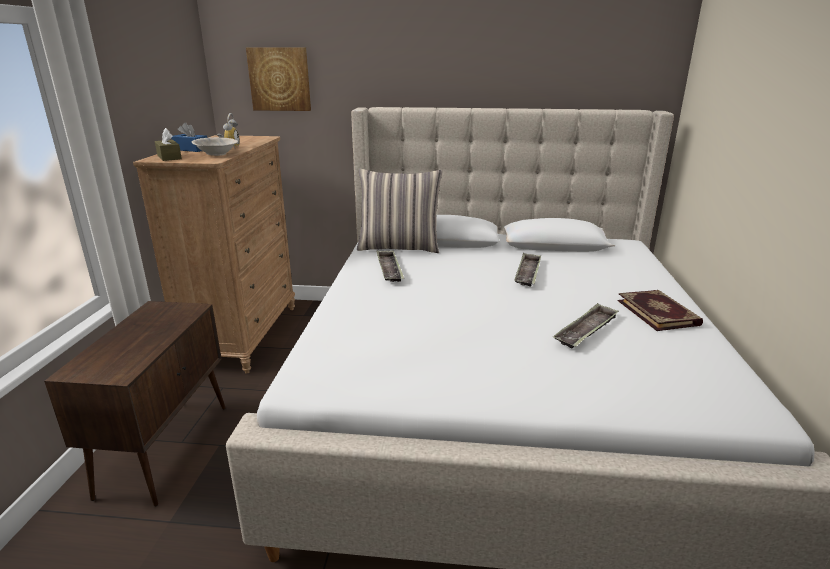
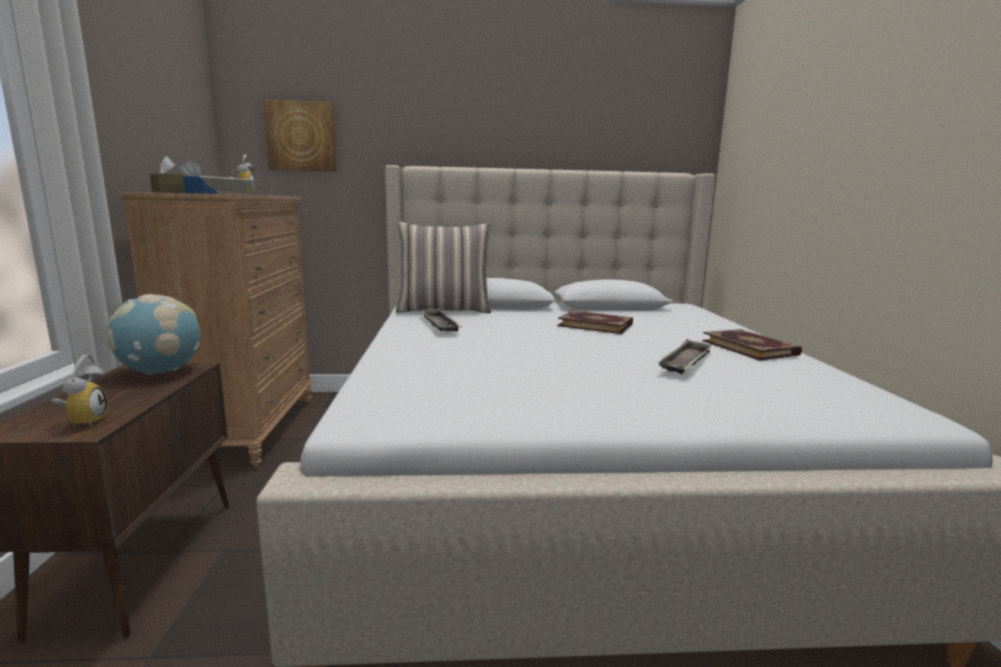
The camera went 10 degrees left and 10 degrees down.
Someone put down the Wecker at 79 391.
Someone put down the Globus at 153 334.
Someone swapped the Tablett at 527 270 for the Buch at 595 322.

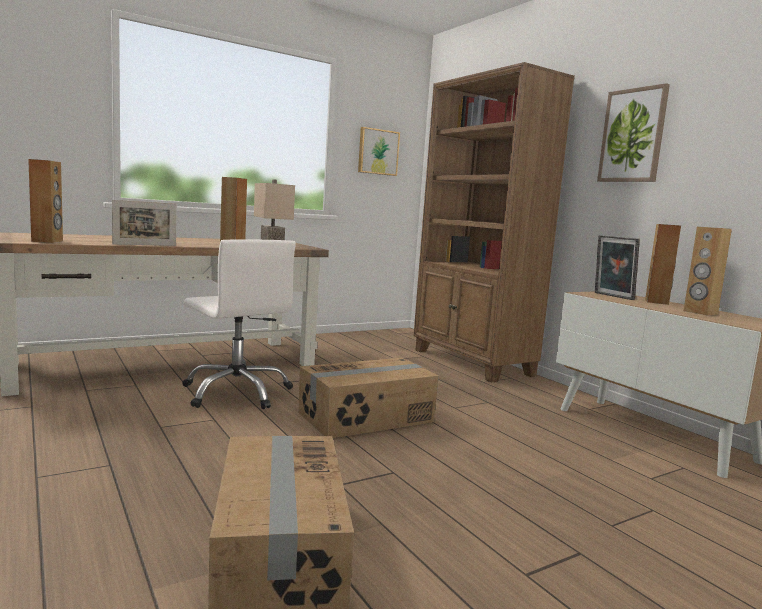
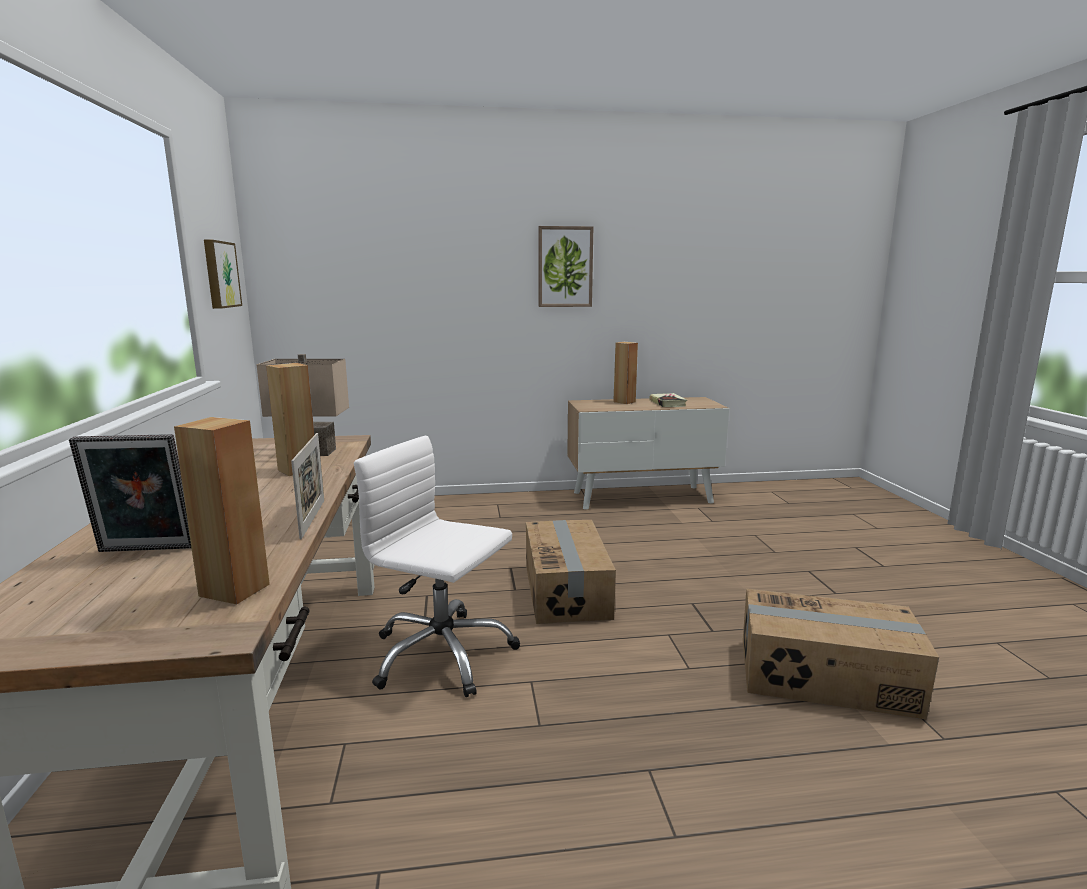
The camera went 65 degrees left and 5 degrees up.
Someone took away the Bücherregal/braun at 494 222.
Someone carried the Bilderrahmen from 617 267 to 130 493.
Someone swapped the Lautsprecher/braun at 708 271 for the Buch at 668 400.
Someone rotated the Bürostuhl/weiß at 239 324 by 135 degrees counterclockwise.

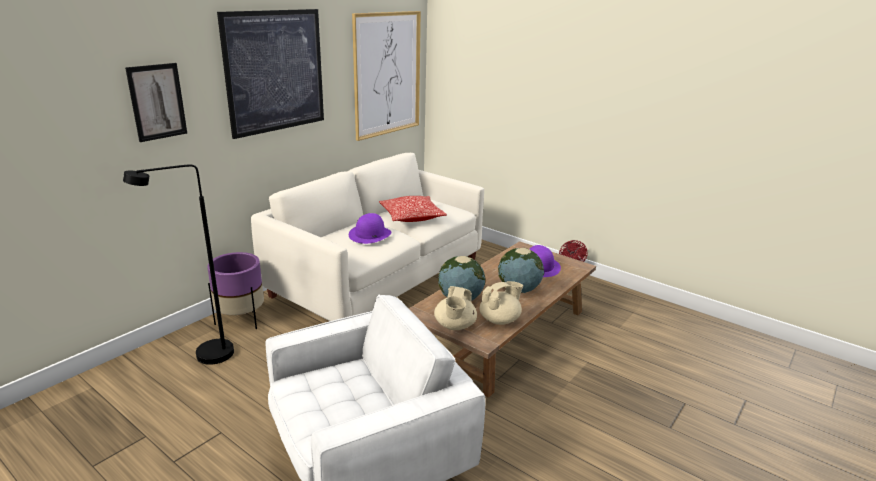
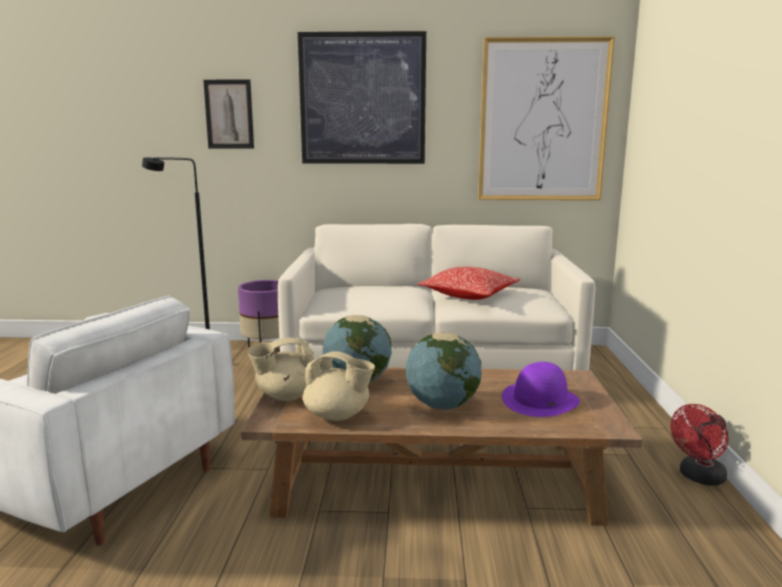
The camera went 55 degrees right and 10 degrees down.
Someone took away the Hut/lila at 370 228.

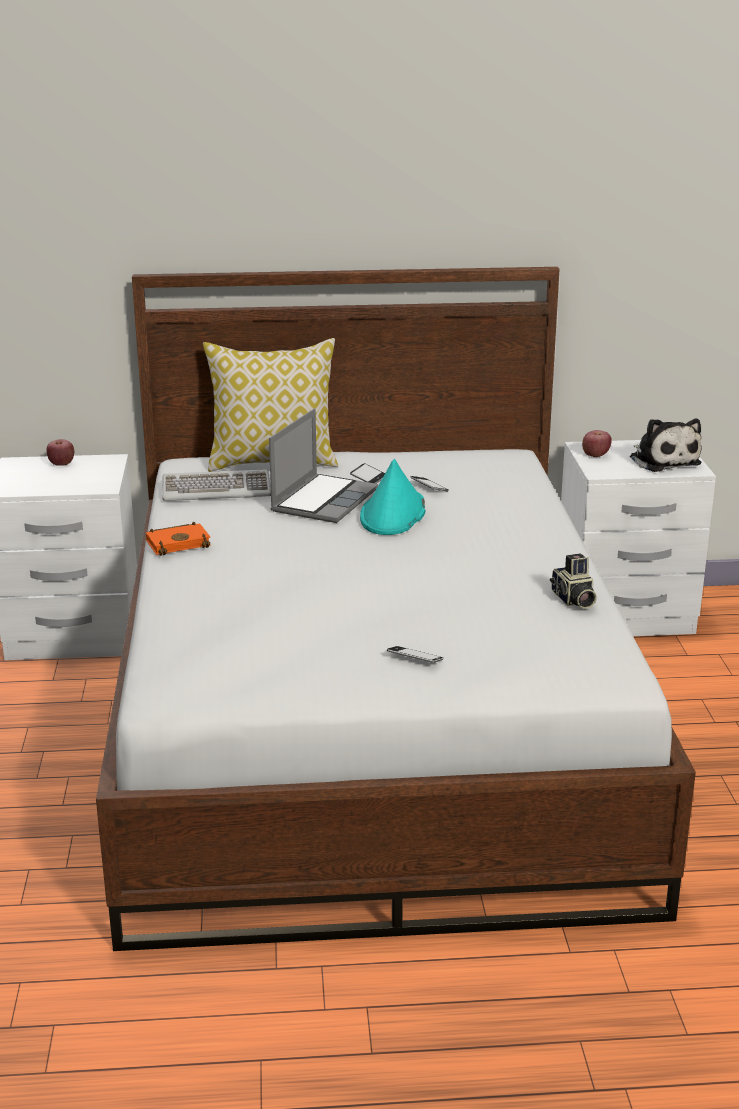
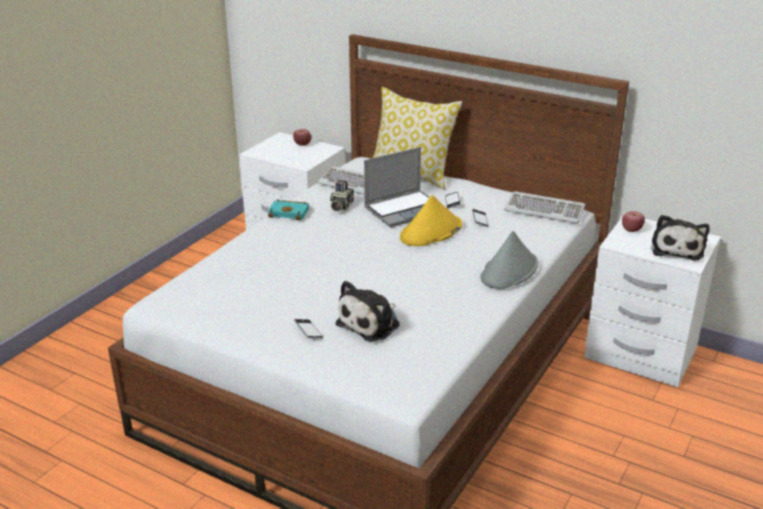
The camera went 35 degrees right and 5 degrees up.
Someone put down the Plüschtier at 368 311.
Someone put down the Hut/grau at 509 260.
Someone put down the Tastatur at 545 207.
Someone carried the Kamera from 573 581 to 342 196.
Someone repainted the Buch/orange at 178 539, which became the Buch/türkis at 288 209.
Someone repainted the Hut/türkis at 393 497, which became the Hut/gelb at 431 220.

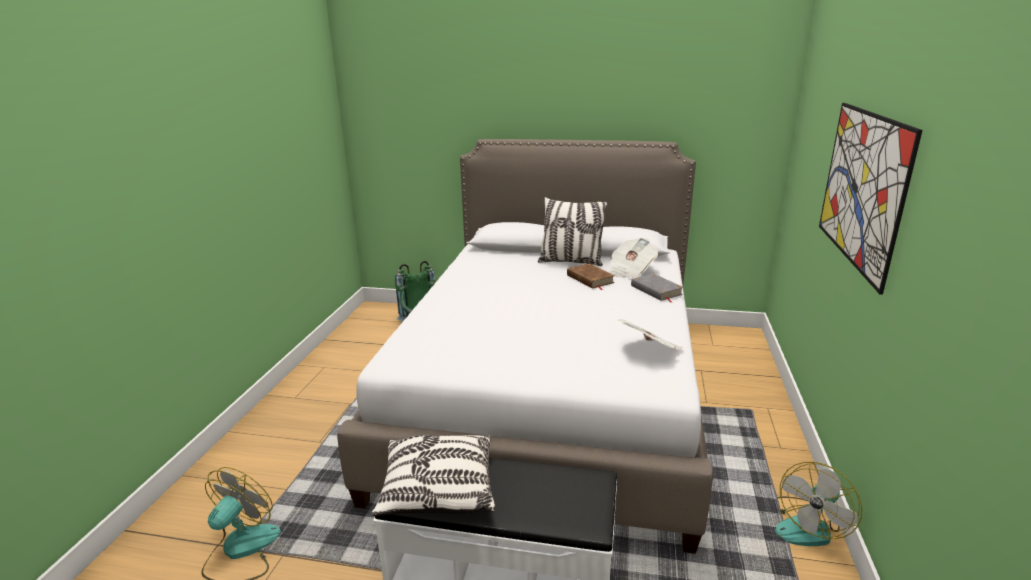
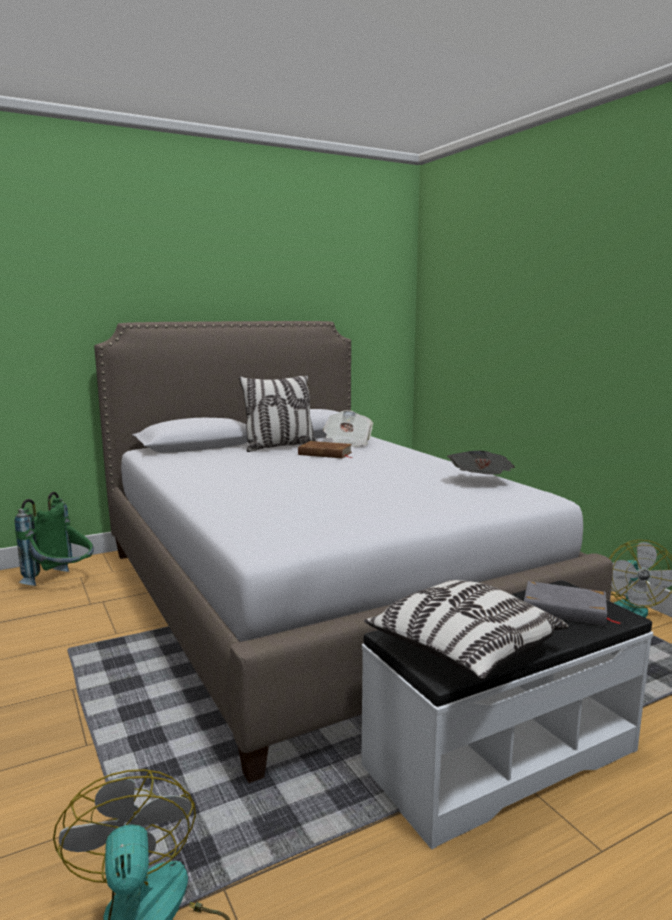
The camera went 40 degrees left and 10 degrees down.
Someone took away the Bild at 870 199.
Someone carried the Buch/grau from 657 288 to 572 603.

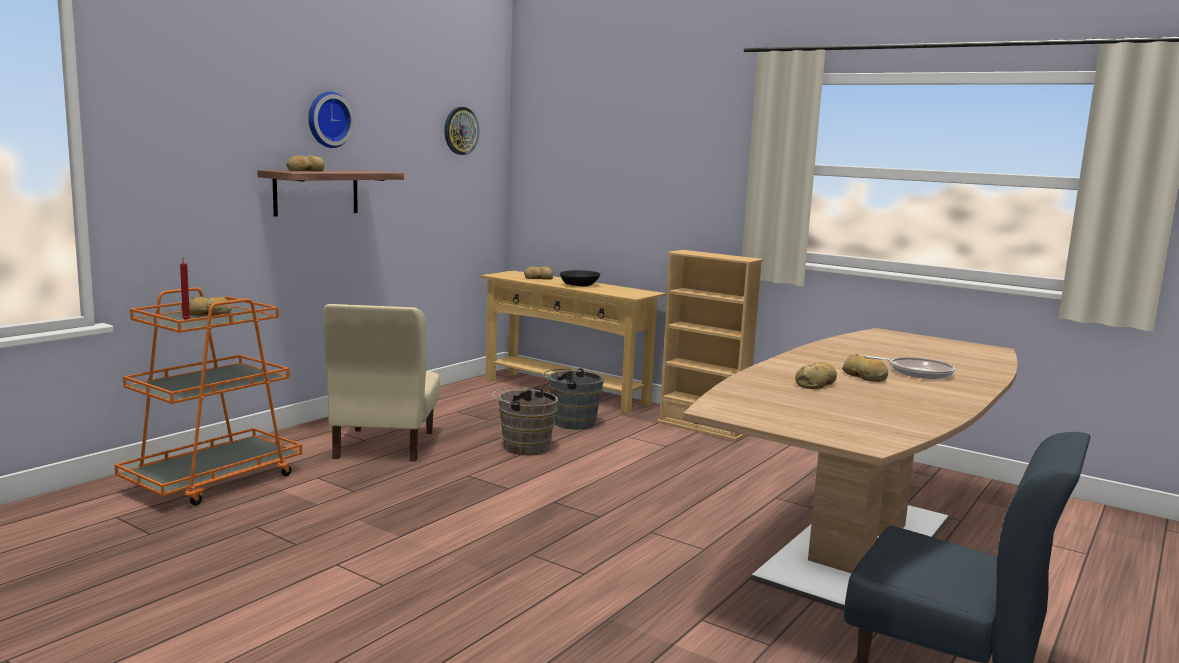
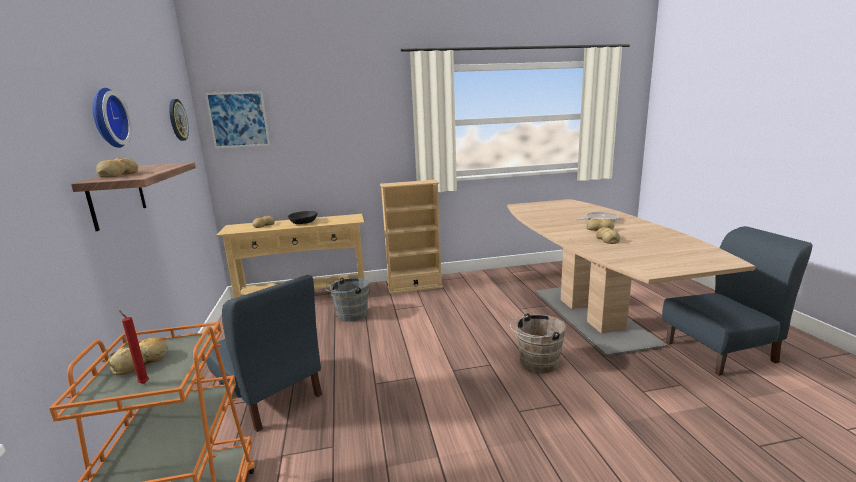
The camera went 45 degrees left and 5 degrees up.
Someone put up the Bild at 237 119.
Someone carried the Eimer/braun from 525 421 to 538 343.
Someone repainted the Stuhl/beige at 381 383, which became the Stuhl/blau at 264 353.

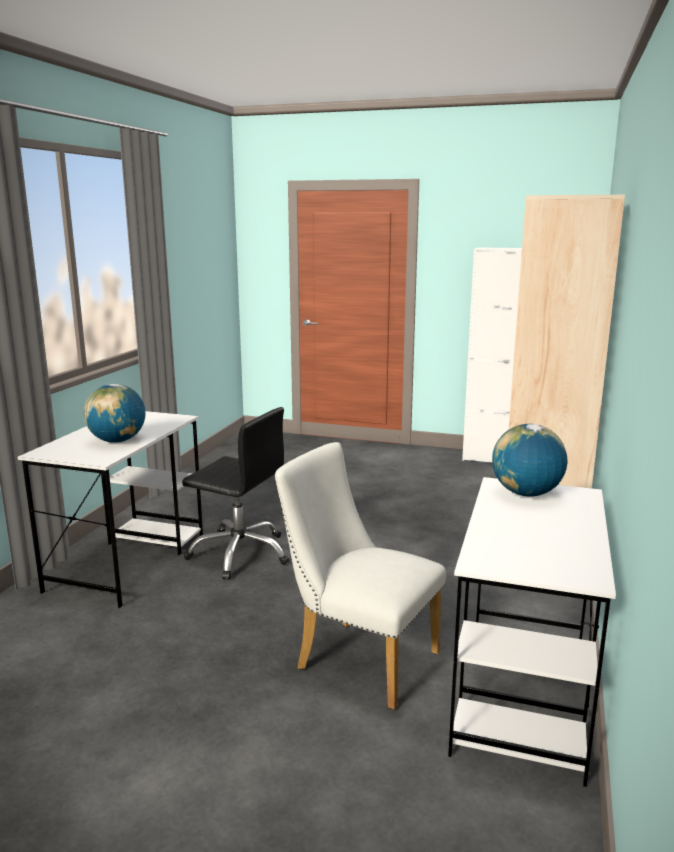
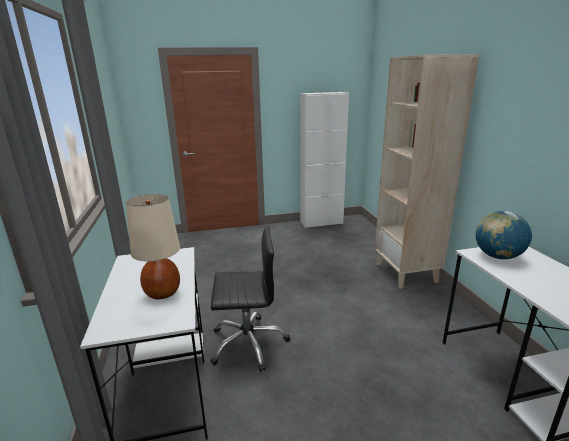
The camera went 30 degrees left and 5 degrees up.
Someone took away the Stuhl/weiß at 360 575.
Someone swapped the Globus at 115 413 for the Tischlampe/beige at 153 246.

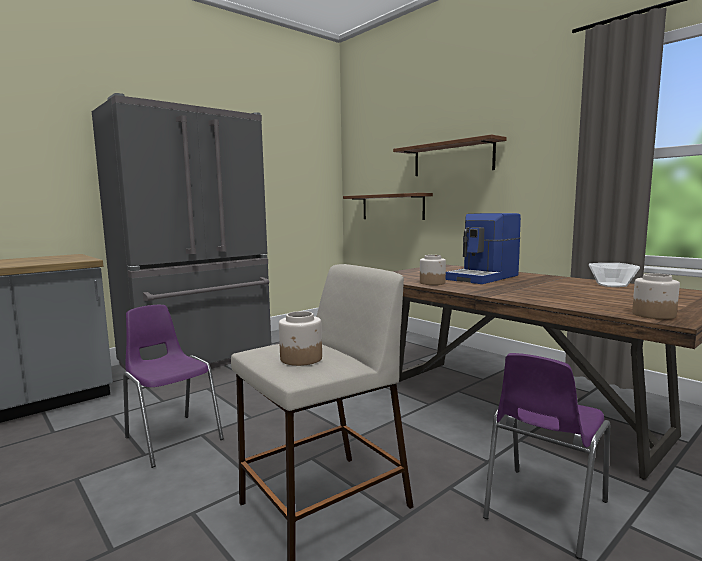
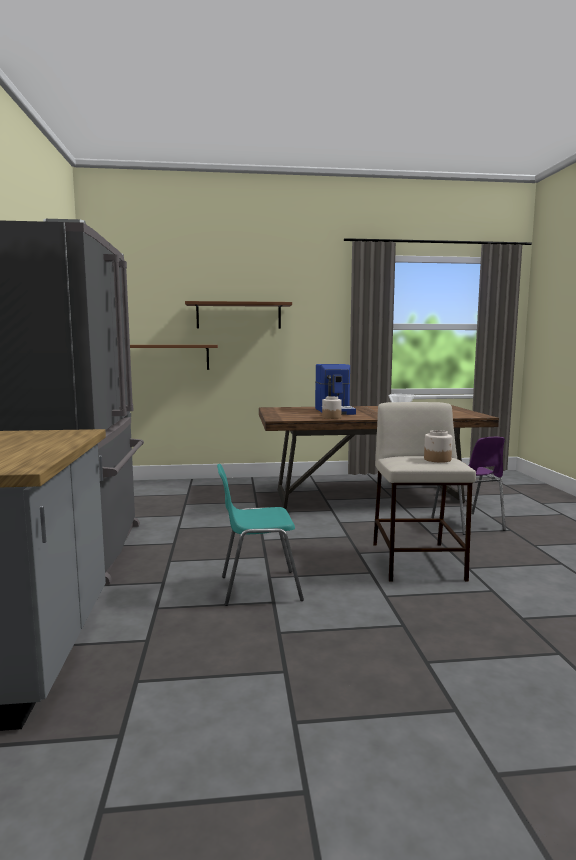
The camera went 55 degrees left and 0 degrees up.
Someone took away the Vorratsglas at 656 296.
Someone repainted the Stuhl/lila at 173 386, which became the Stuhl/türkis at 260 535.

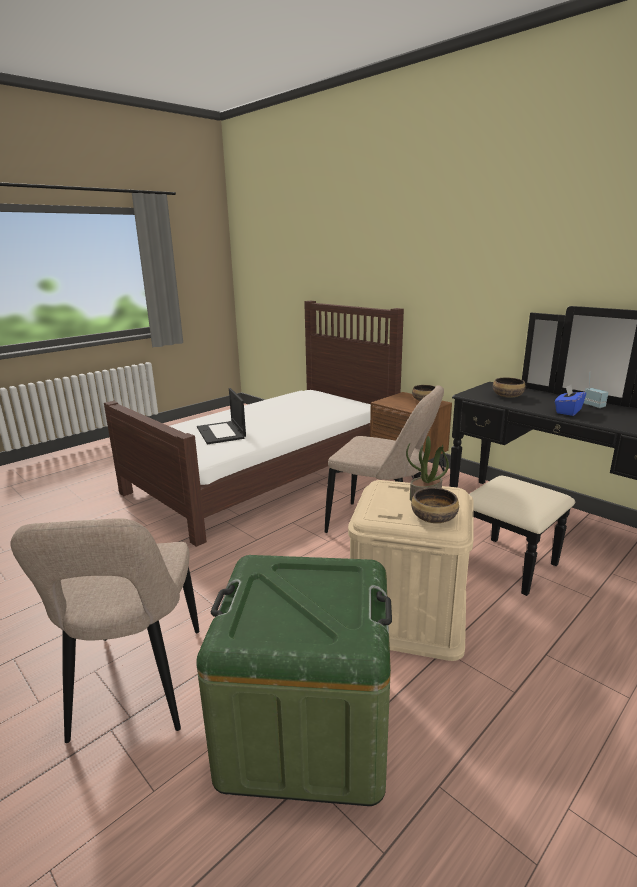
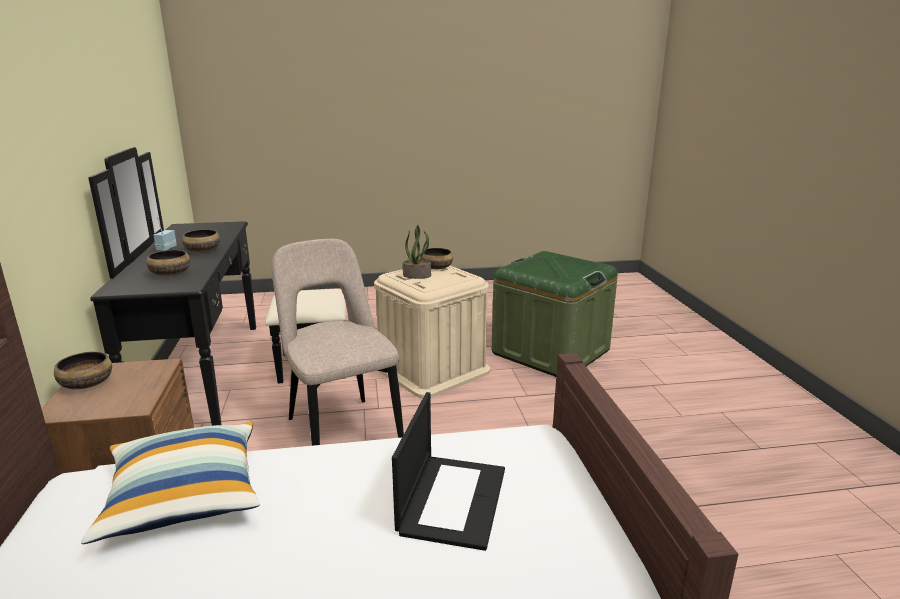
The camera went 145 degrees left and 0 degrees up.
Someone took away the Stuhl/beige at 104 630.
Someone put down the Kissen at 170 483.
Someone swapped the Taschentuchbox/blau at 570 400 for the Schüssel at 201 240.

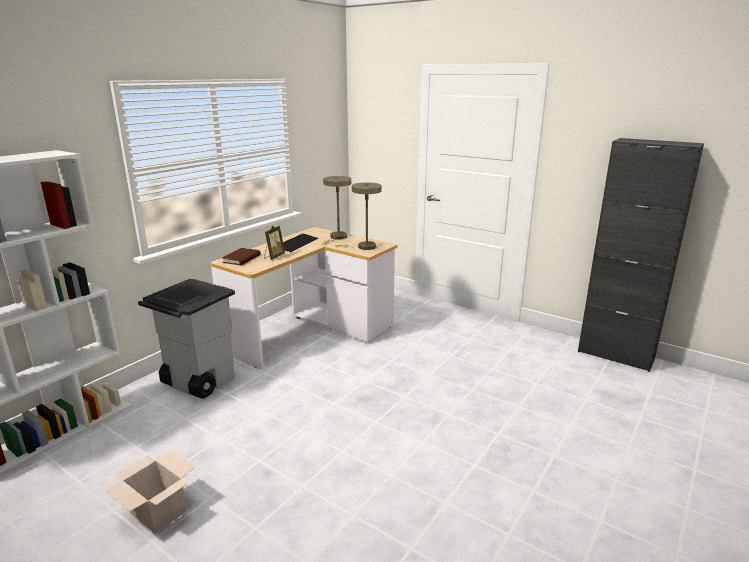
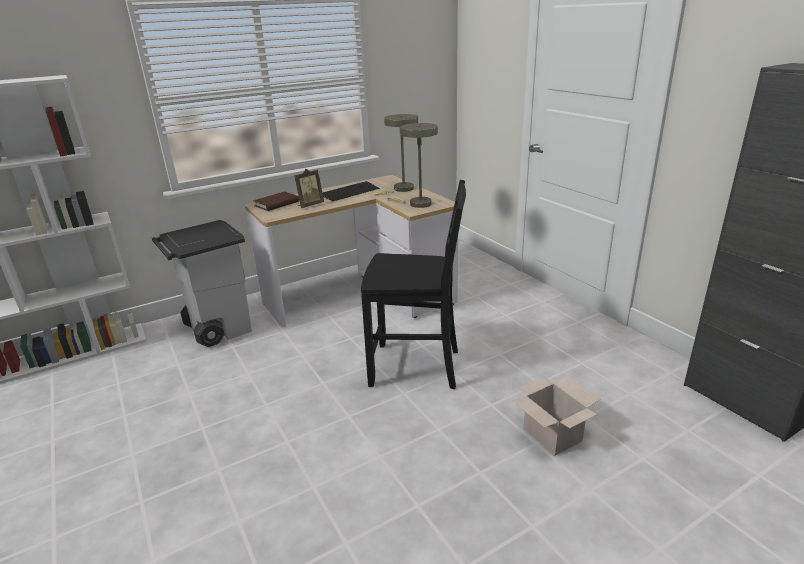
The camera went 25 degrees right and 5 degrees up.
Someone put down the Stuhl/schwarz at 413 284.
Someone carried the Karton from 150 491 to 556 415.

